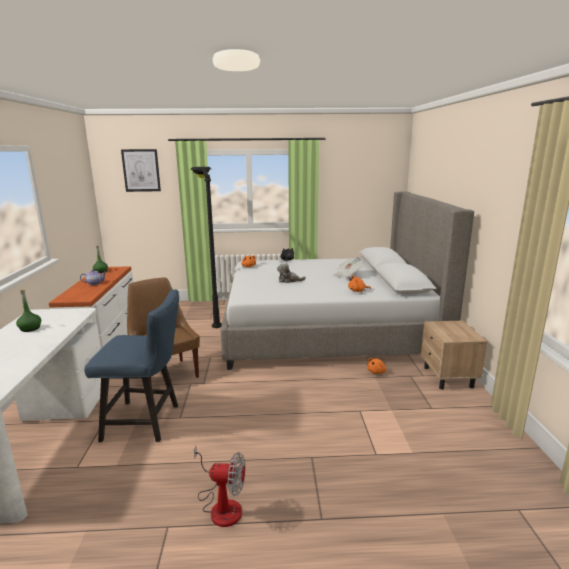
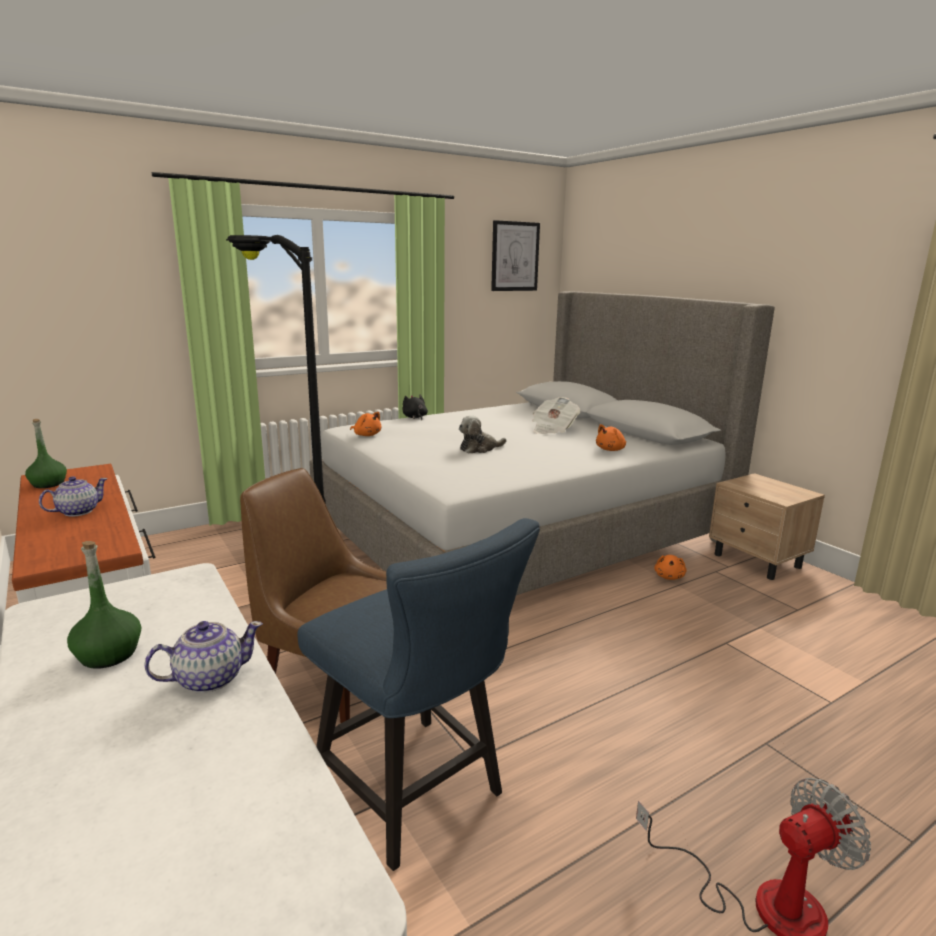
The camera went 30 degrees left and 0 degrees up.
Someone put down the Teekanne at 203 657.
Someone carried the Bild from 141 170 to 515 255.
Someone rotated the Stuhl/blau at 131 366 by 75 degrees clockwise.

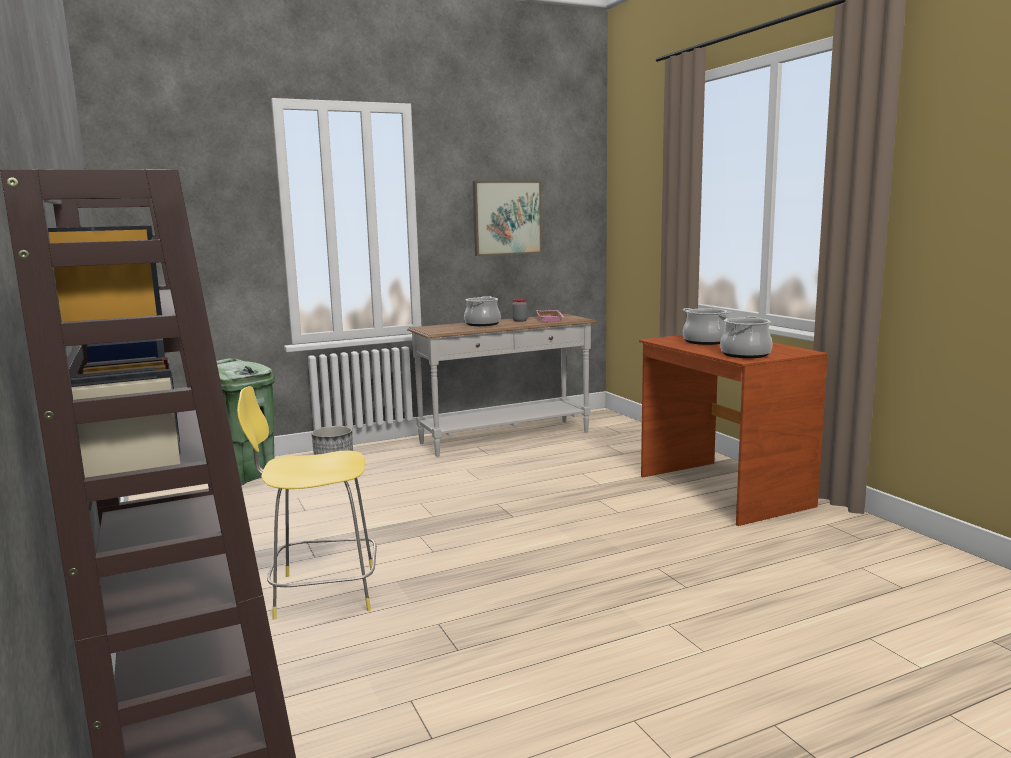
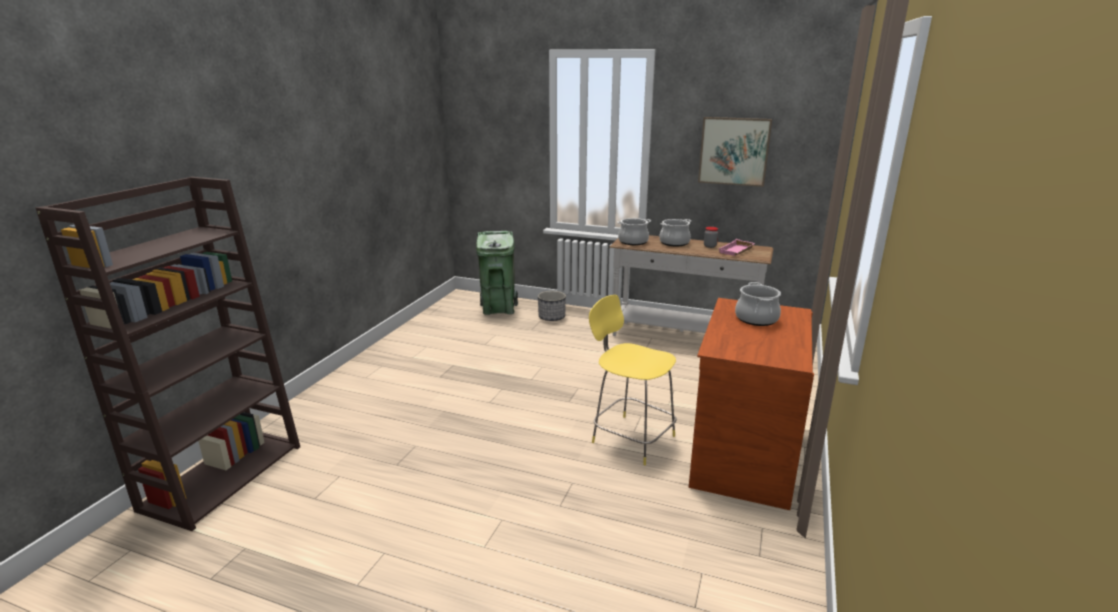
The camera went 45 degrees right and 10 degrees up.
Someone carried the Hocker/gelb from 307 503 to 633 380.
Someone carried the Kochtopf from 746 337 to 634 231.

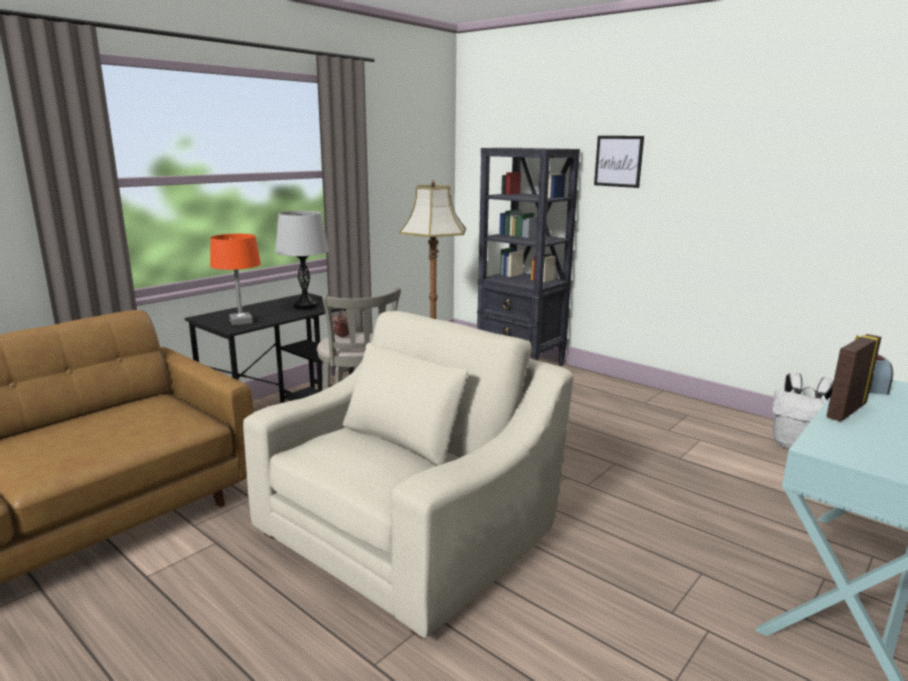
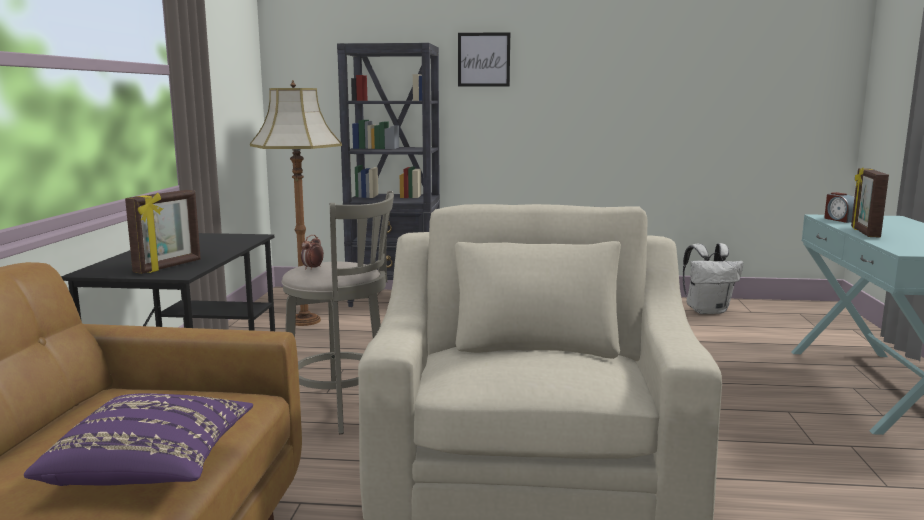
The camera went 35 degrees left and 5 degrees down.
Someone took away the Tischlampe/grau at 302 260.
Someone put down the Kissen/lila at 138 439.
Someone swapped the Tischlampe/orange at 235 279 for the Bilderrahmen at 163 232.

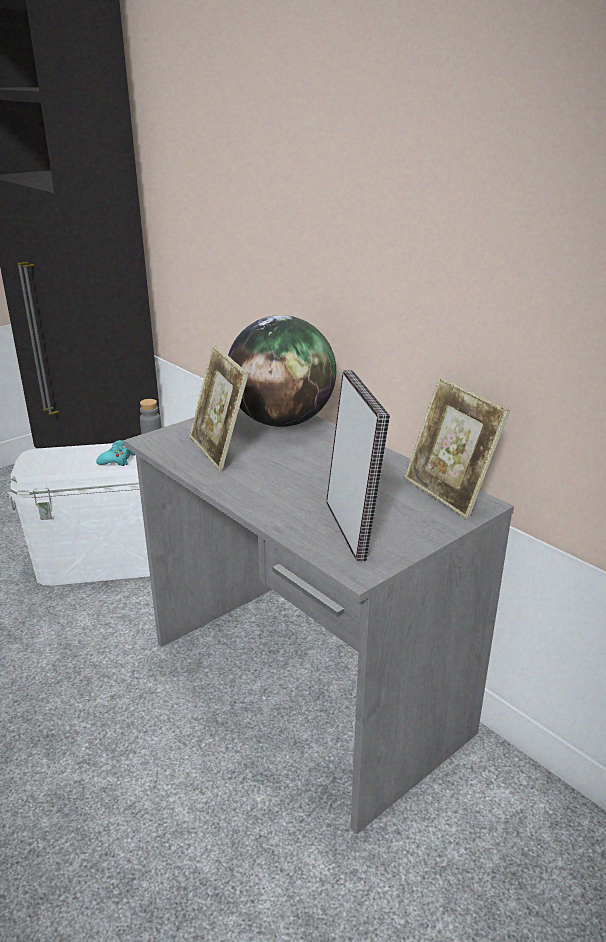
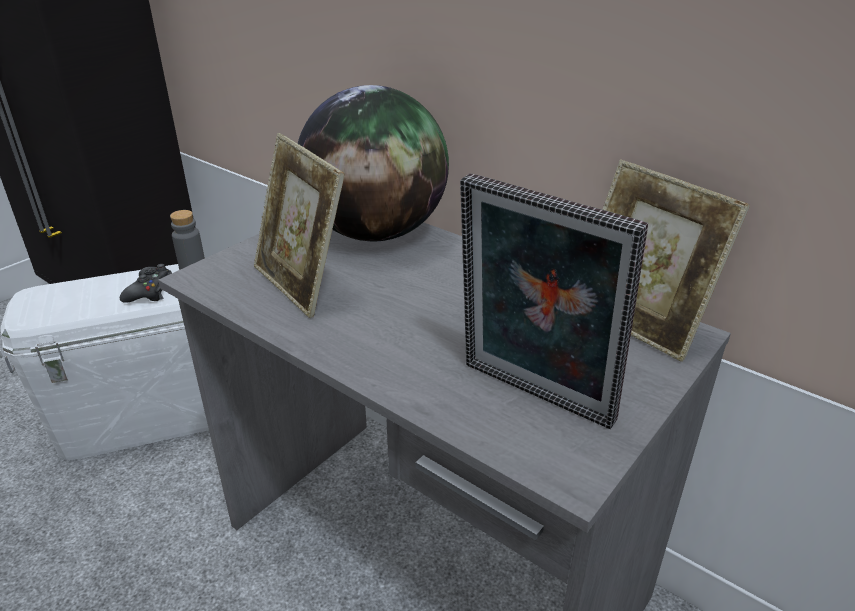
The camera went 10 degrees left and 5 degrees up.
Someone repainted the Gamepad/türkis at 116 453, which became the Gamepad/schwarz at 146 283.
Someone rotated the Bilderrahmen at 358 465 by 150 degrees clockwise.

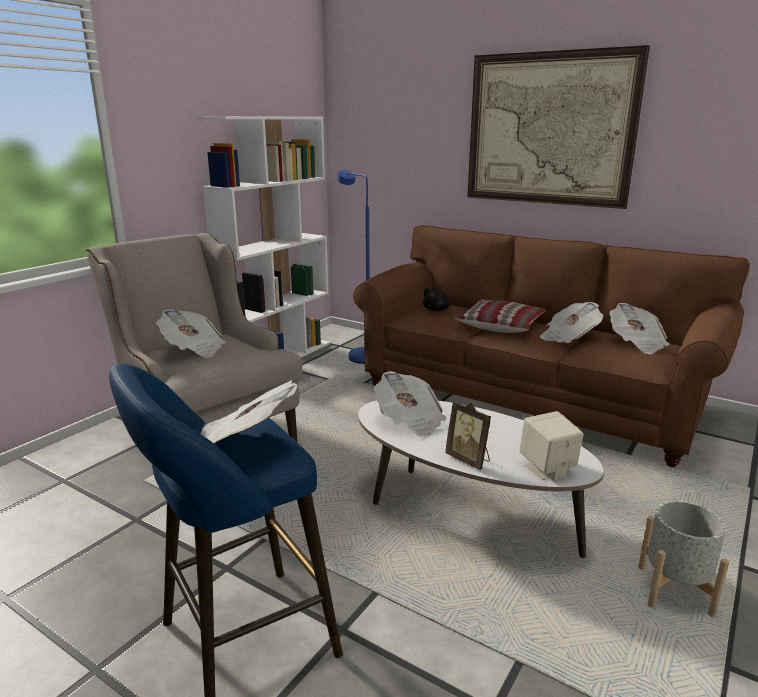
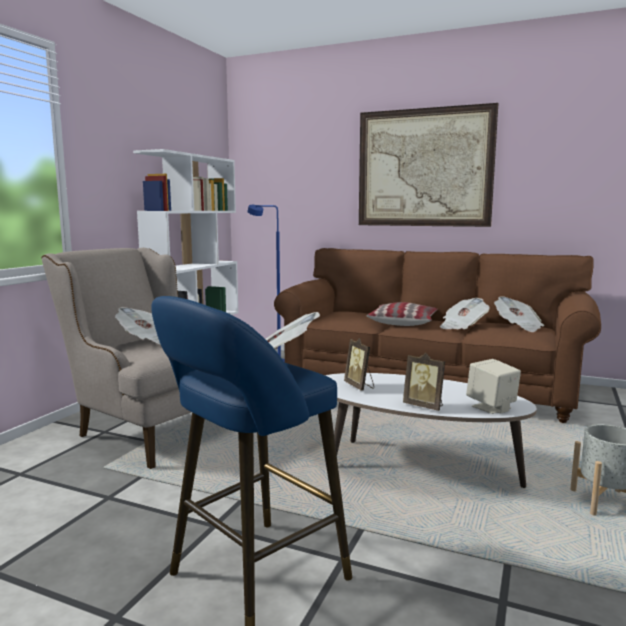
The camera went 10 degrees left and 10 degrees down.
Someone took away the Plüschtier/schwarz at 436 299.
Someone swapped the Zeitung at 410 404 for the Bilderrahmen at 359 364.

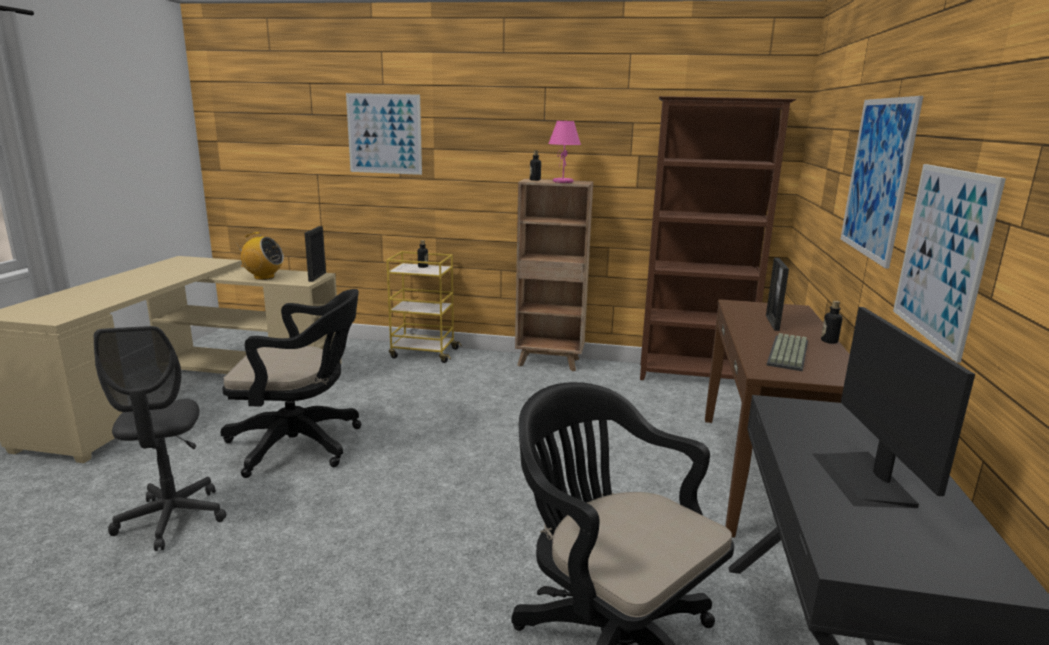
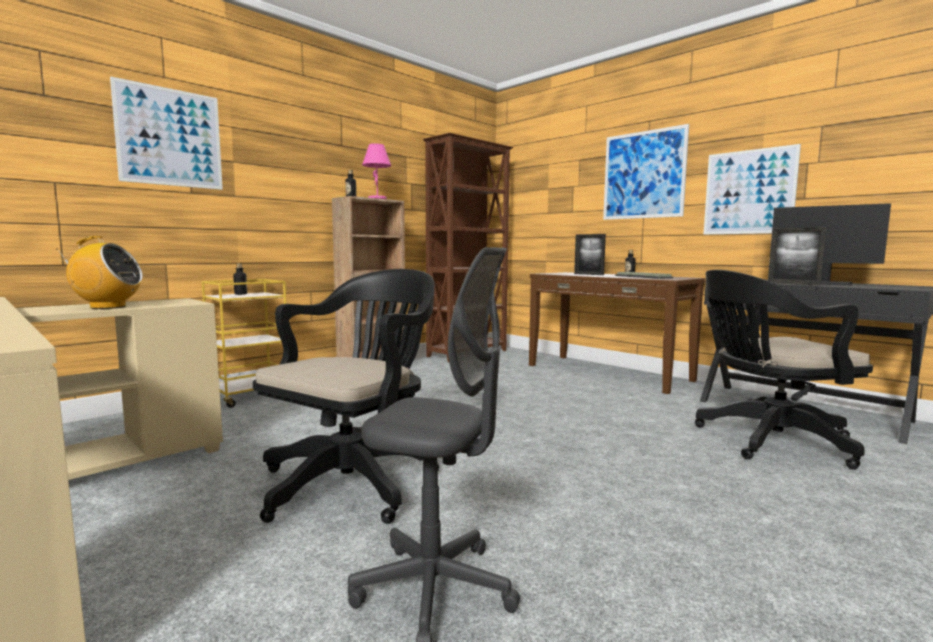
The camera went 55 degrees left and 10 degrees down.
Someone carried the Bilderrahmen from 315 254 to 797 256.
Someone rotated the Radio at 259 256 by 45 degrees clockwise.

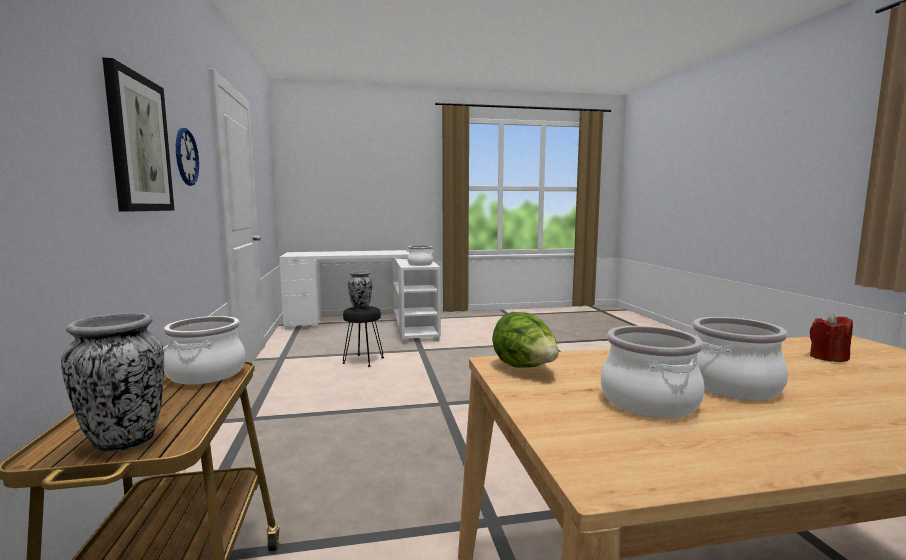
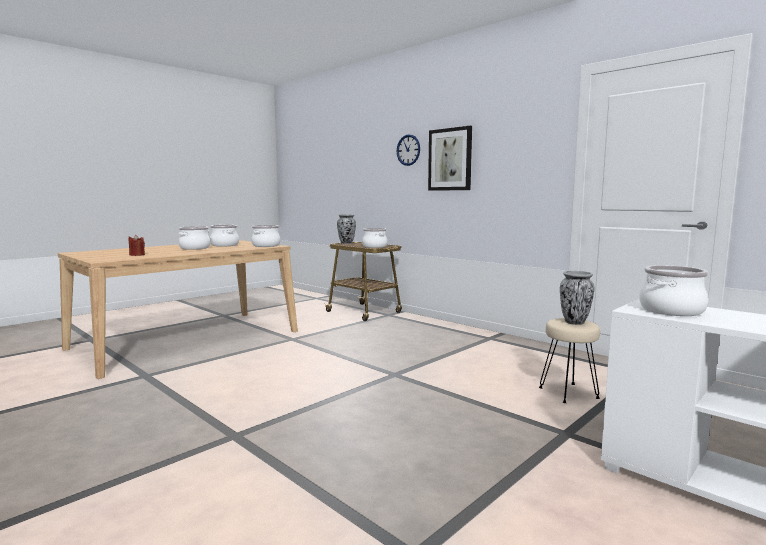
The camera went 145 degrees right and 0 degrees up.
Someone carried the Wanduhr from 187 157 to 408 150.
Someone swapped the Salatkopf at 525 340 for the Kochtopf at 265 236.
Someone repainted the Hocker/schwarz at 363 336, which became the Hocker/beige at 569 360.

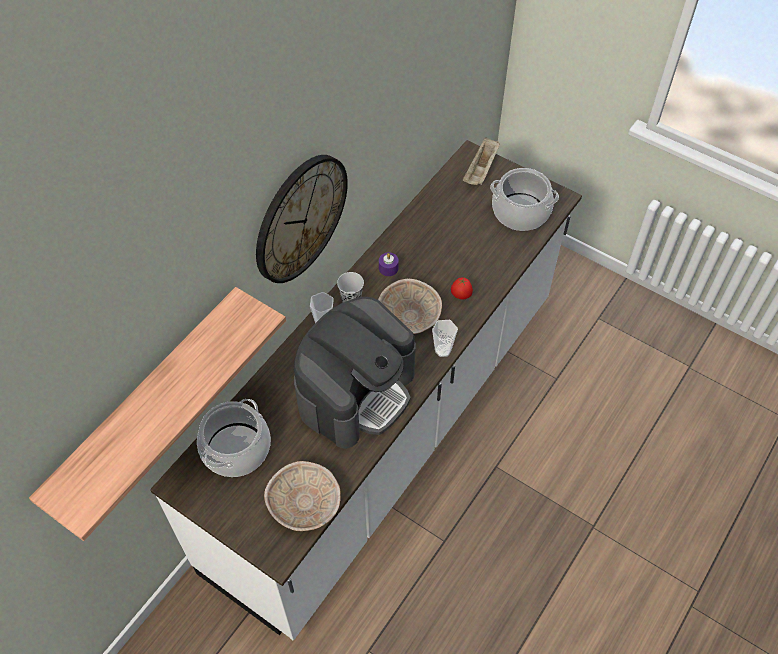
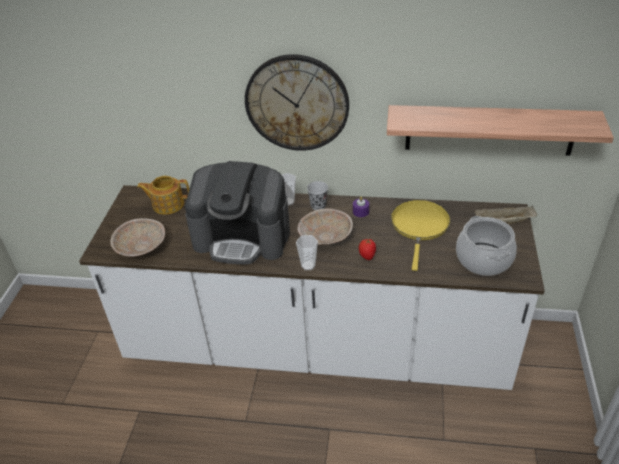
The camera went 65 degrees right and 15 degrees down.
Someone put down the Pfanne/gelb at 421 235.
Someone carried the Wandregal from 157 414 to 500 130.
Someone swapped the Kochtopf at 234 438 for the Teekanne at 163 195.

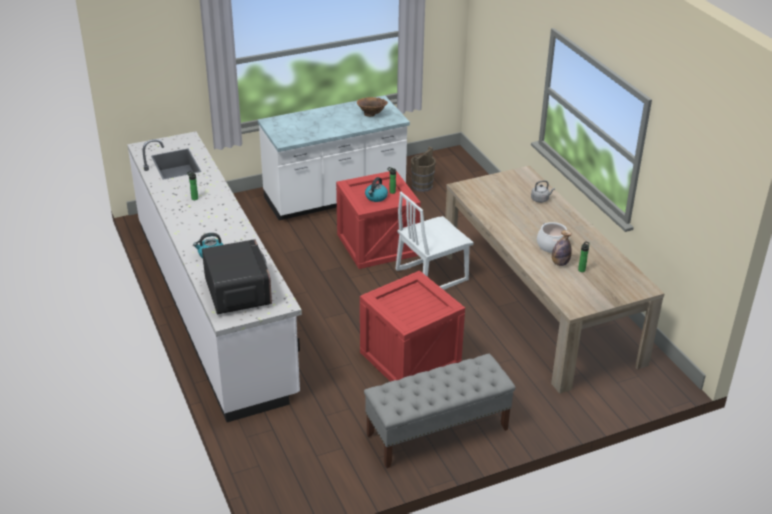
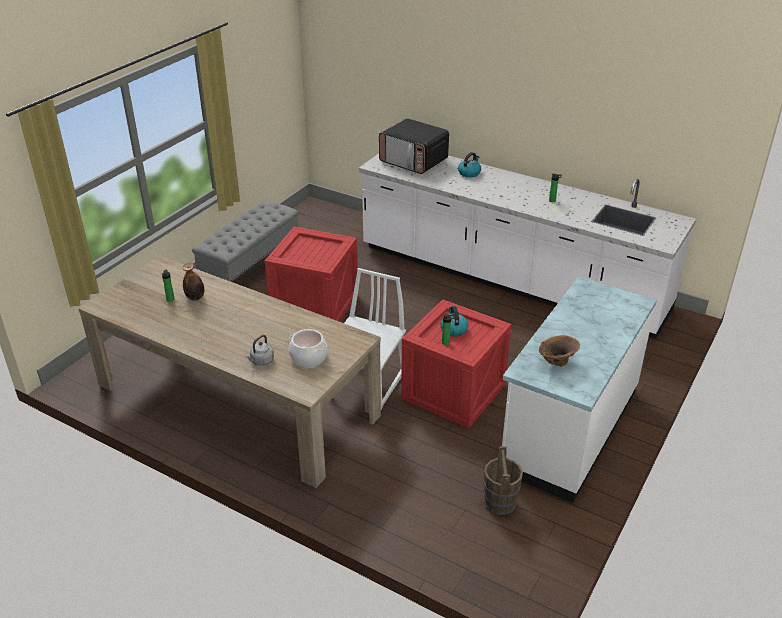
The camera went 145 degrees right and 0 degrees up.
Someone carried the Kochtopf from 553 237 to 308 348.

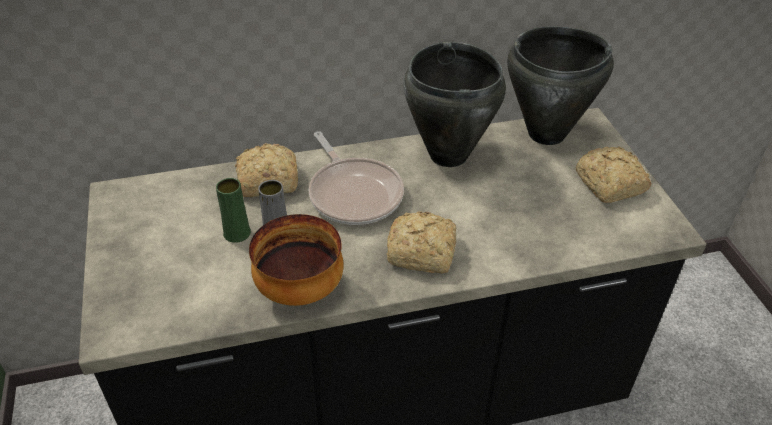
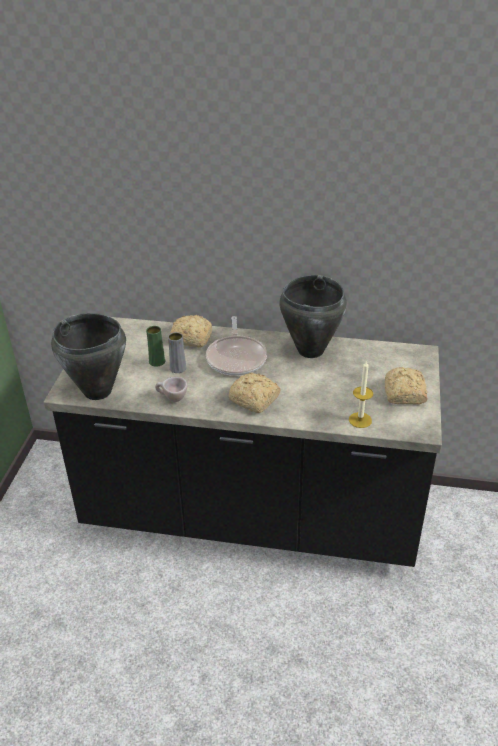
The camera went 25 degrees right and 5 degrees down.
Someone put down the Kerze at 361 394.
Someone carried the Kochtopf/schwarz from 560 85 to 88 356.
Someone swapped the Schüssel at 296 260 for the Tasse/beige at 171 389.

